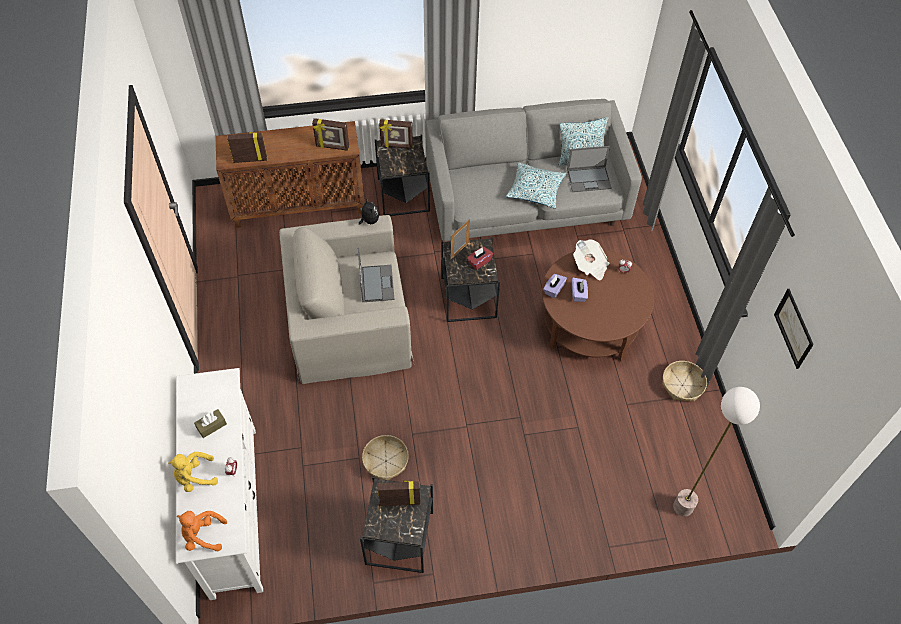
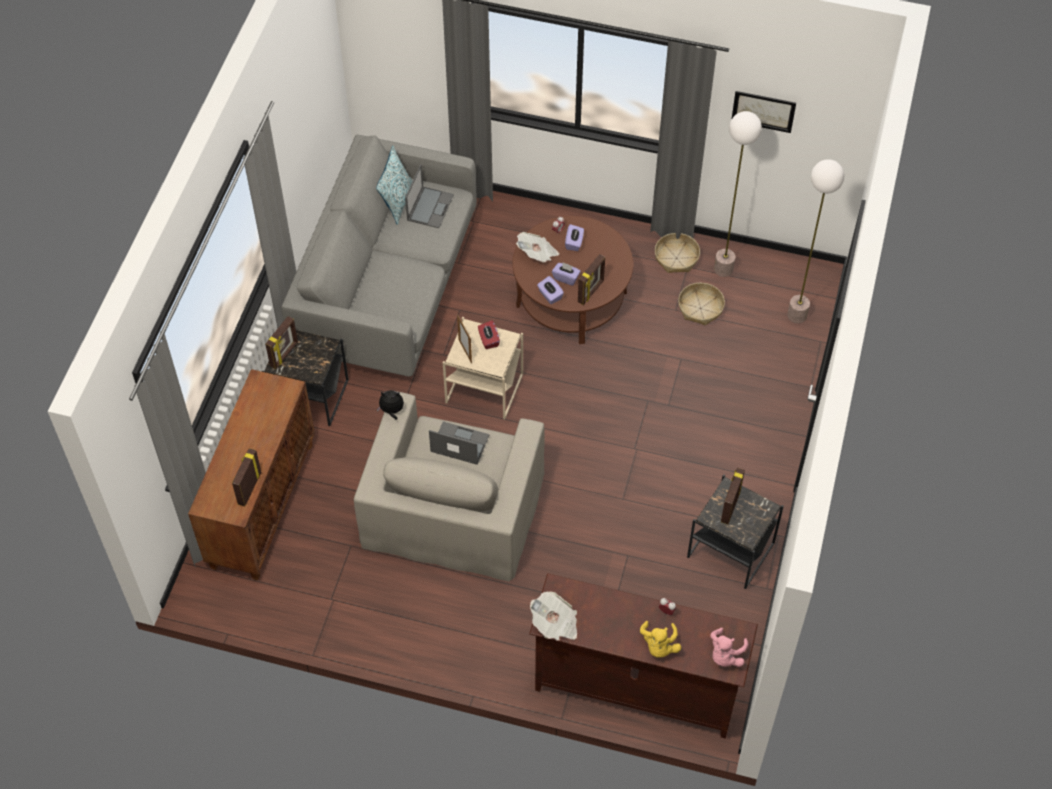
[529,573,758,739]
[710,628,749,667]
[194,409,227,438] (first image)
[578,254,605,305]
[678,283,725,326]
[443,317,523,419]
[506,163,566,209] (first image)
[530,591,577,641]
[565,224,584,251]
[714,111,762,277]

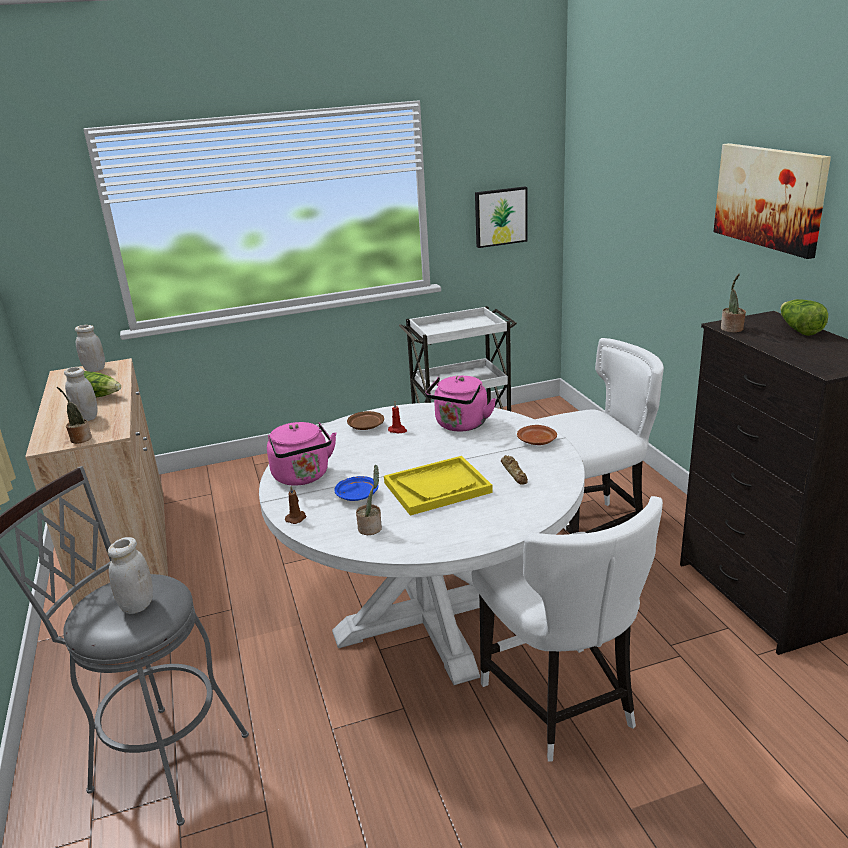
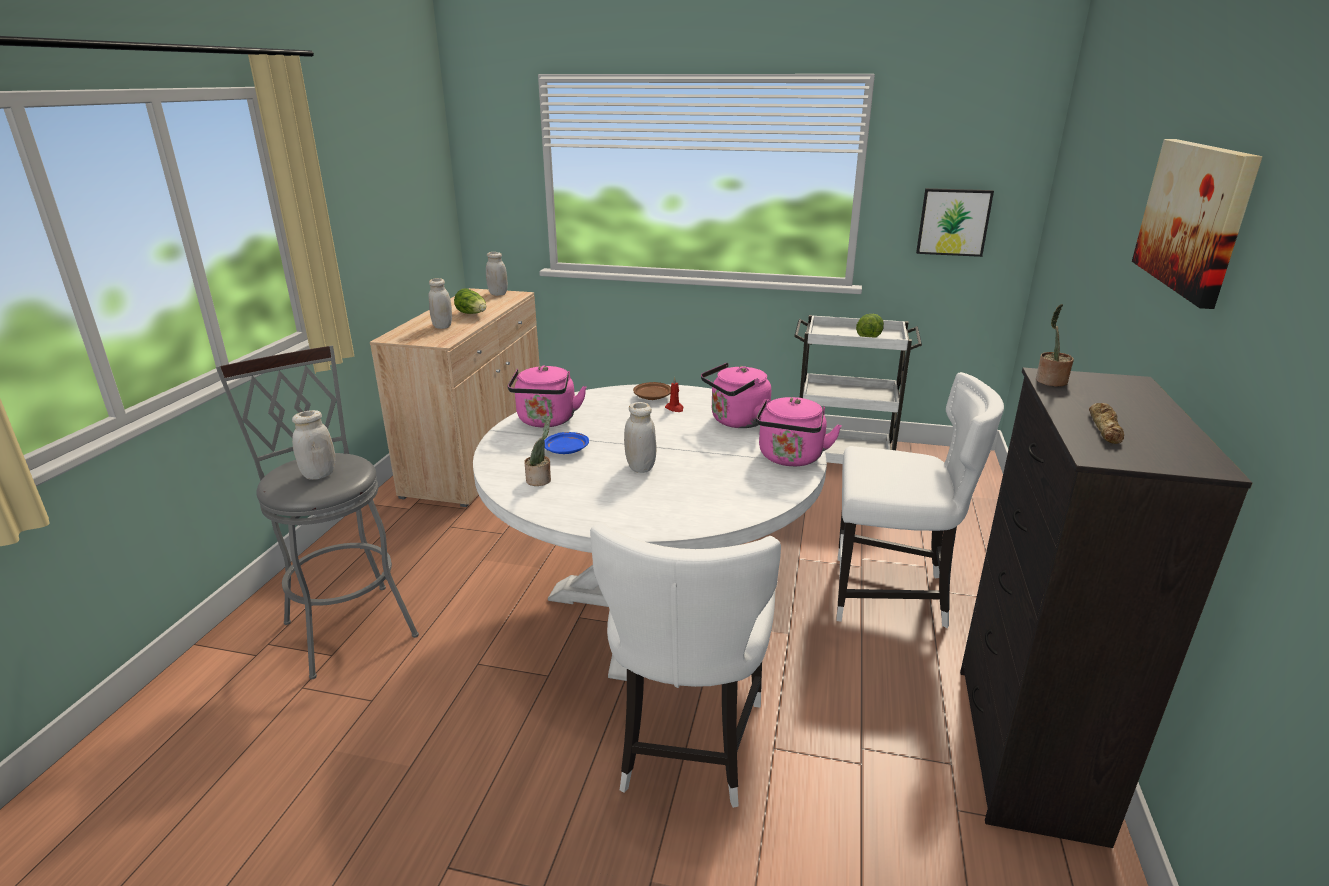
[57,387,92,444] (first image)
[285,486,306,524] (first image)
[624,402,656,473]
[1089,403,1124,444]
[756,397,842,466]
[856,314,884,338]

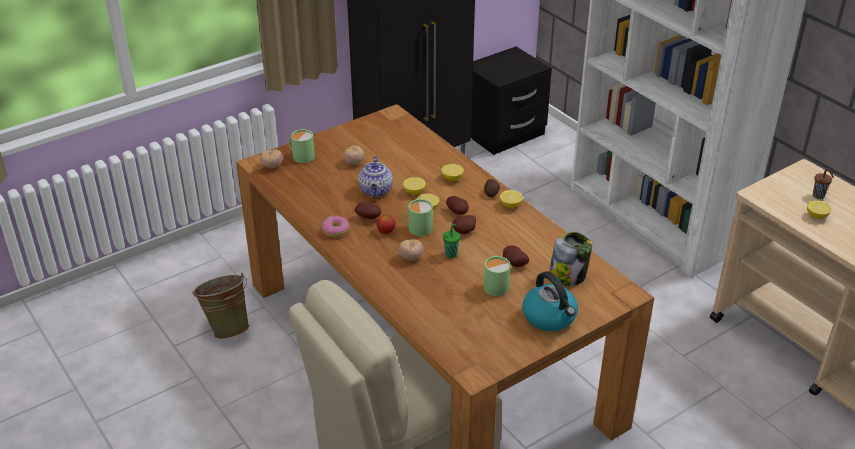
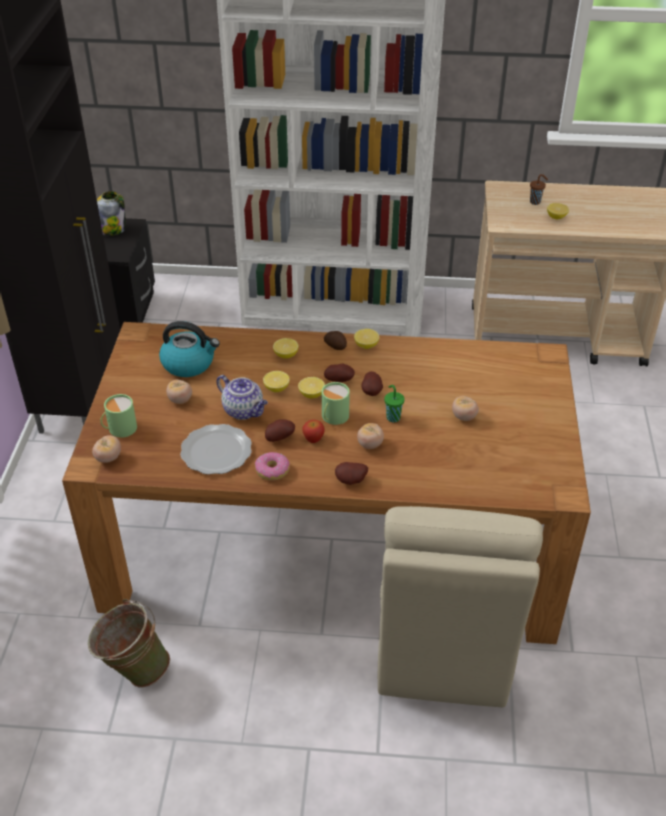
[452,396,479,421]
[335,462,368,485]
[159,321,220,377]
[97,191,126,236]
[180,424,252,475]

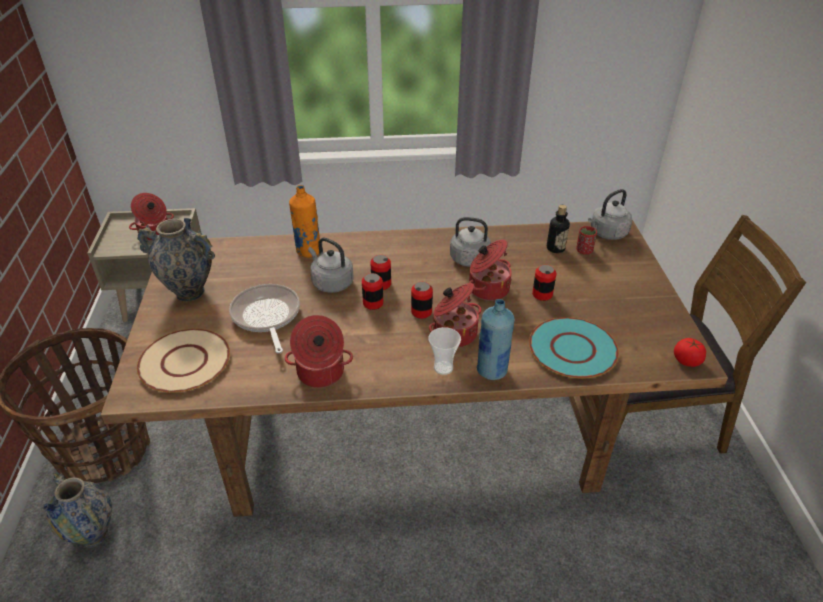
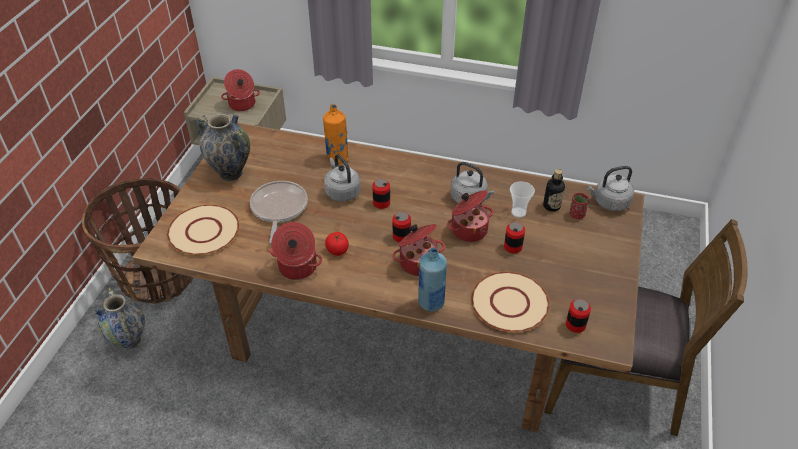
[566,299,591,333]
[510,181,535,218]
[471,272,550,332]
[325,232,349,256]

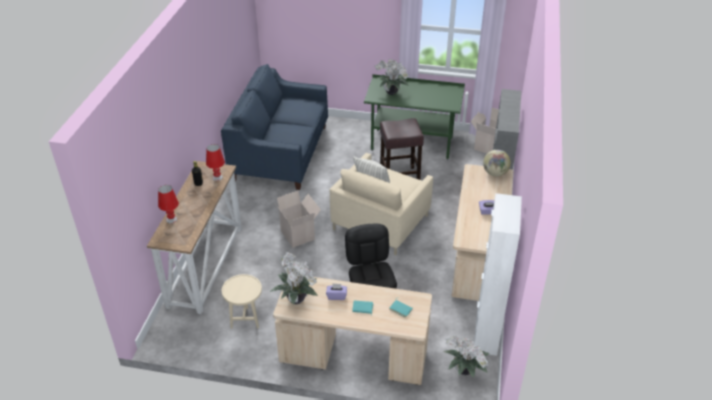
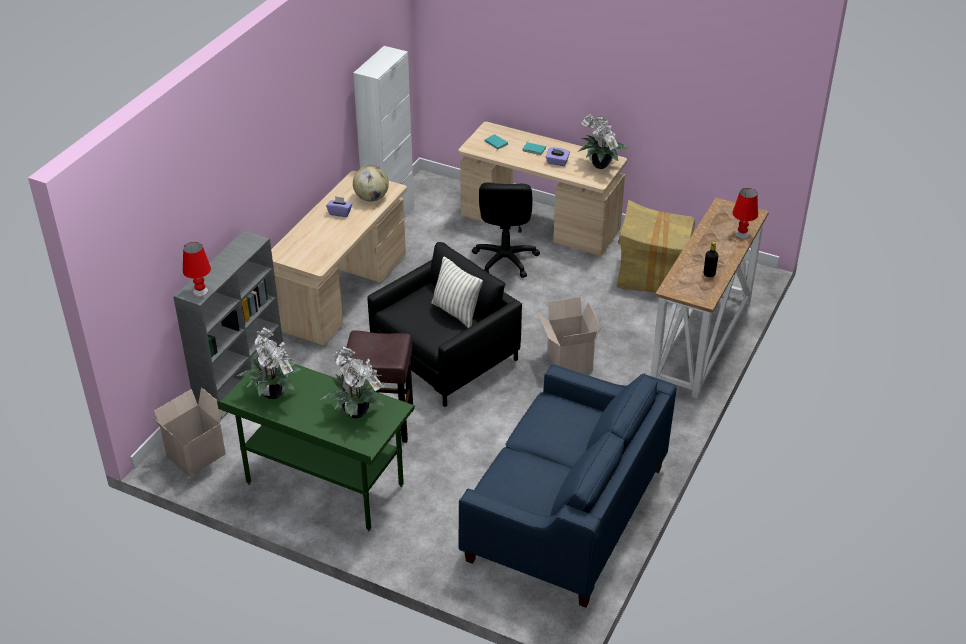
[183,242,211,297]
[617,200,695,293]
[367,242,522,407]
[237,327,301,399]
[353,165,389,202]

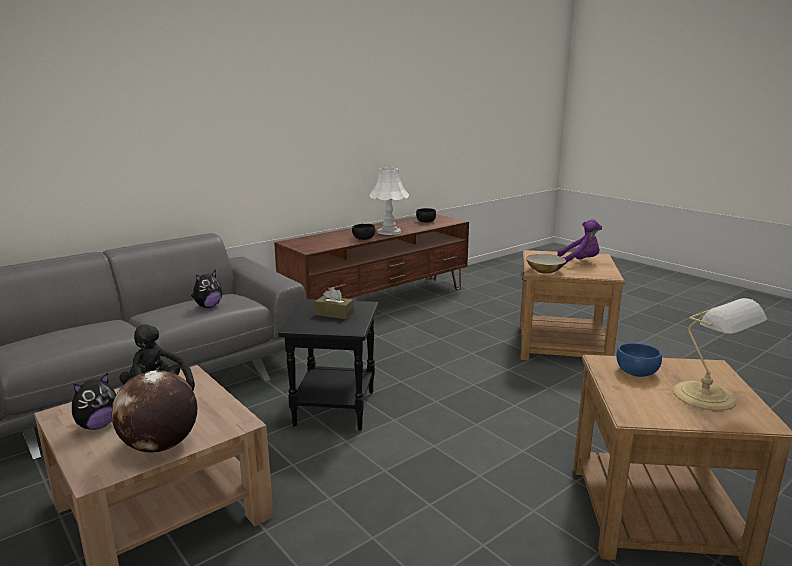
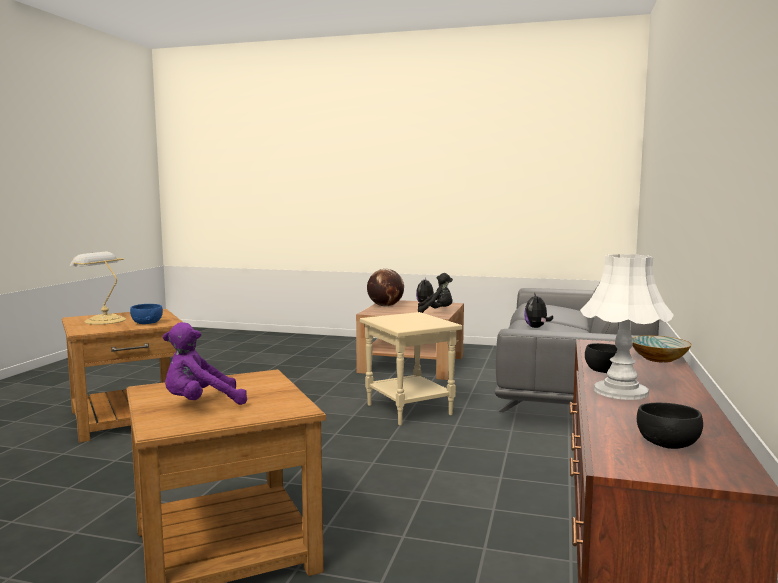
[360,312,462,426]
[315,287,354,319] (first image)
[632,335,692,363]

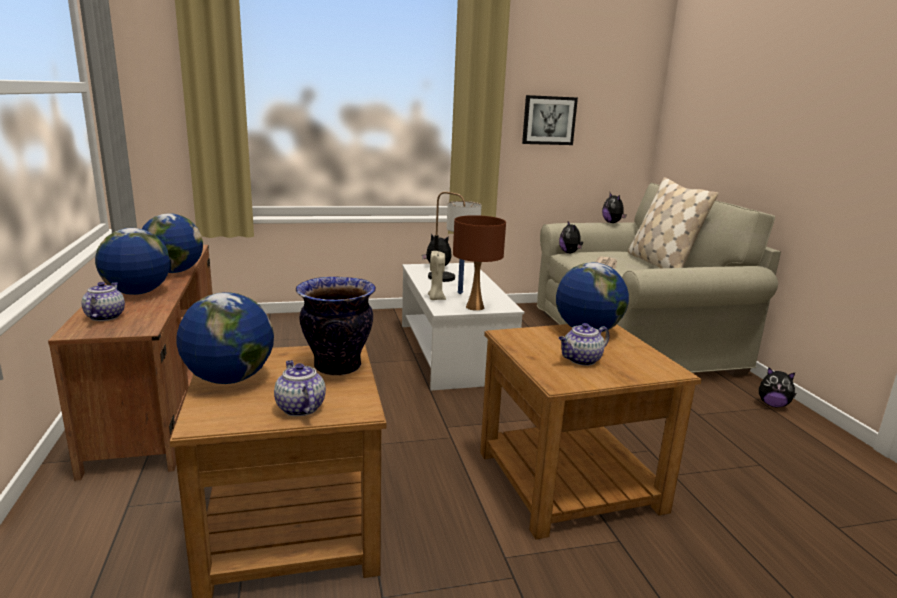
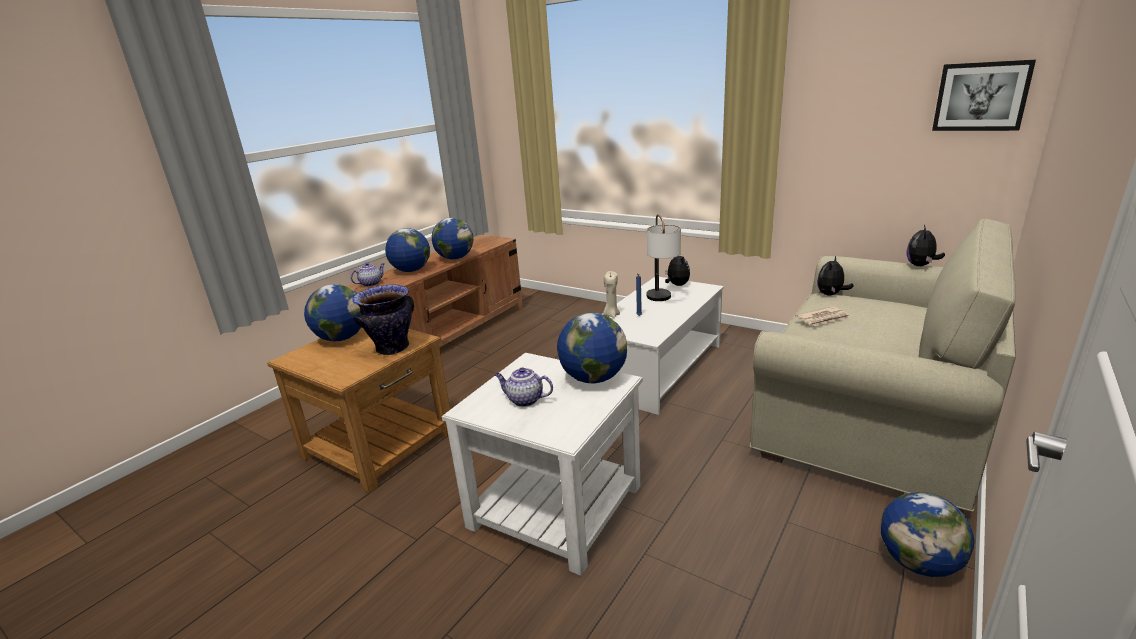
[274,360,326,416] (first image)
[453,215,506,311] (first image)
[442,353,643,576]
[932,60,1036,131]
[628,177,719,268] (first image)
[881,492,975,577]

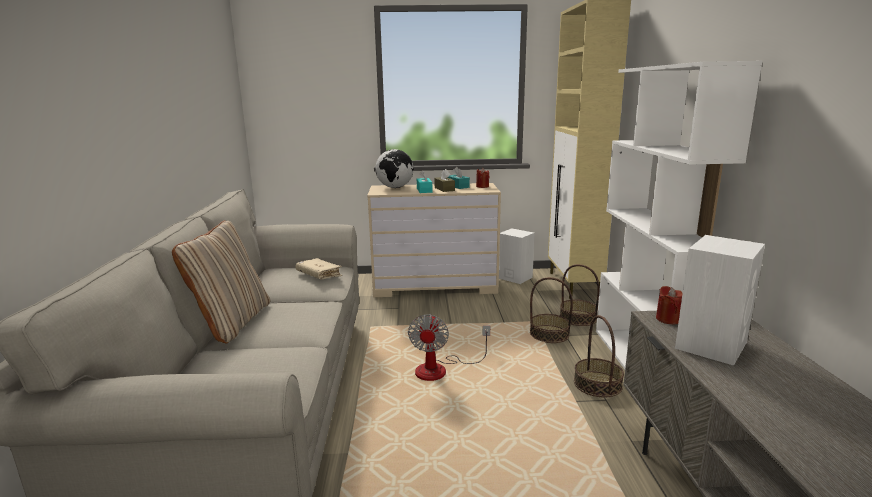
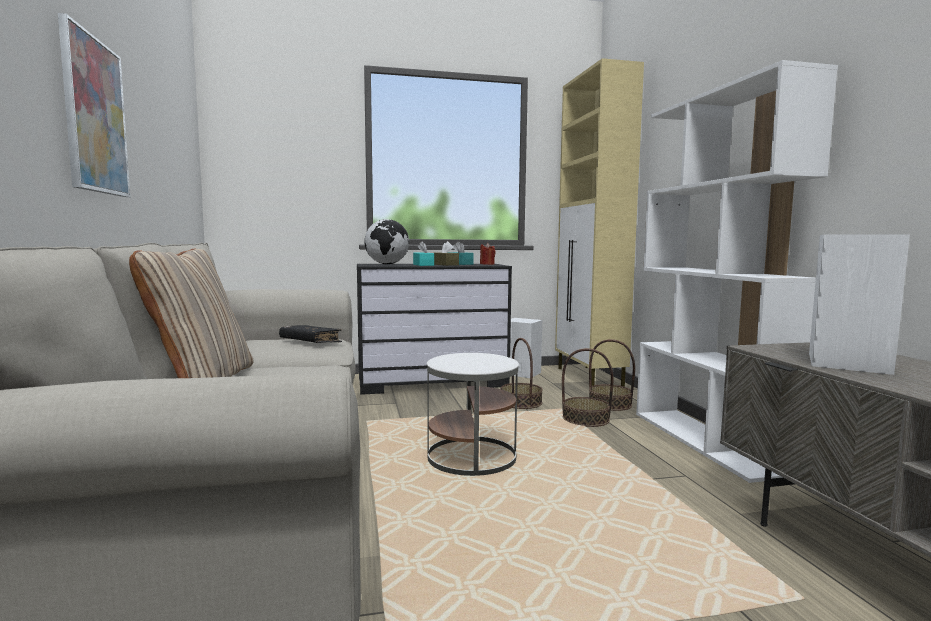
[279,325,342,343]
[357,264,512,395]
[427,353,519,476]
[500,338,543,409]
[656,286,683,325] (first image)
[58,13,130,197]

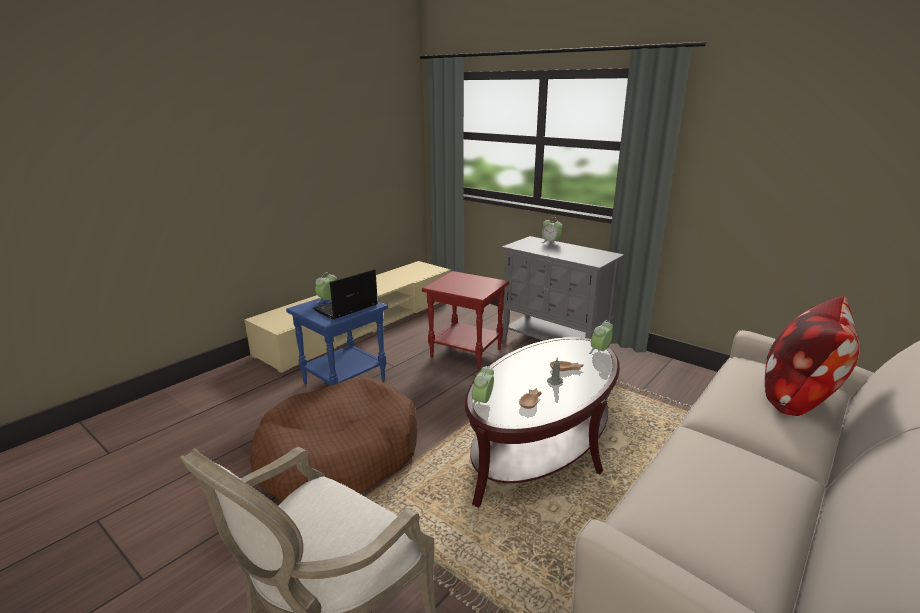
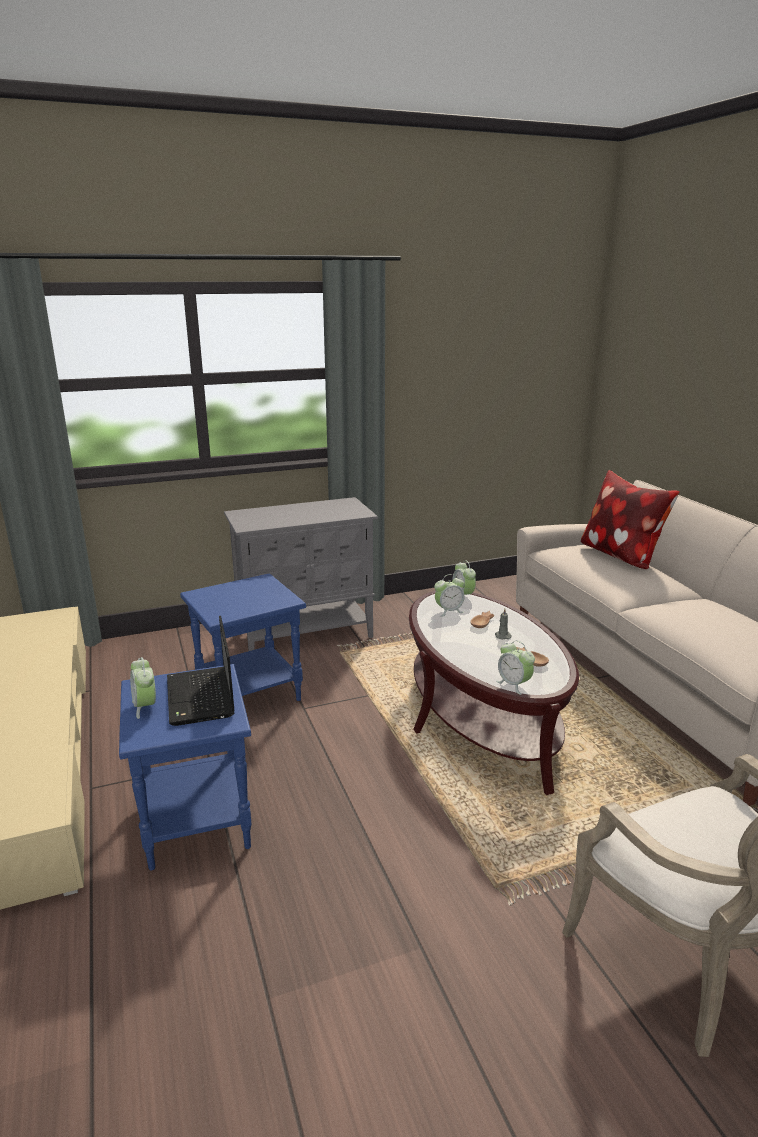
[250,377,418,502] (first image)
[180,573,306,701]
[434,574,465,617]

